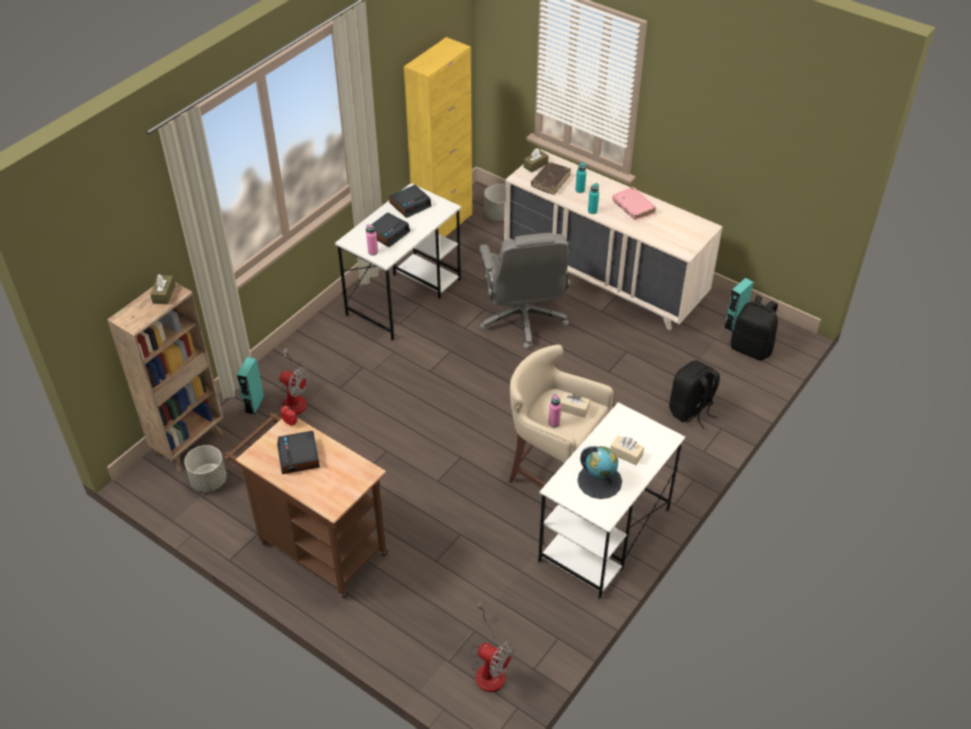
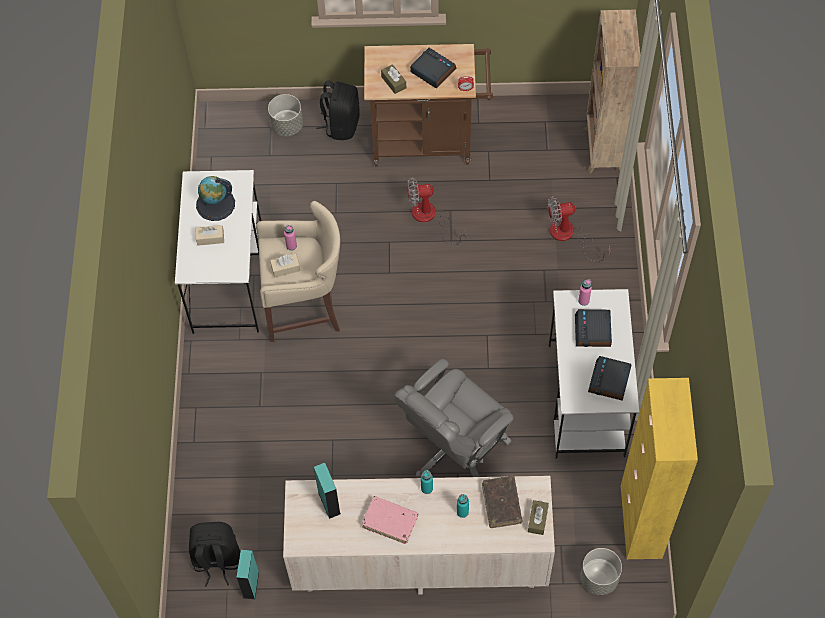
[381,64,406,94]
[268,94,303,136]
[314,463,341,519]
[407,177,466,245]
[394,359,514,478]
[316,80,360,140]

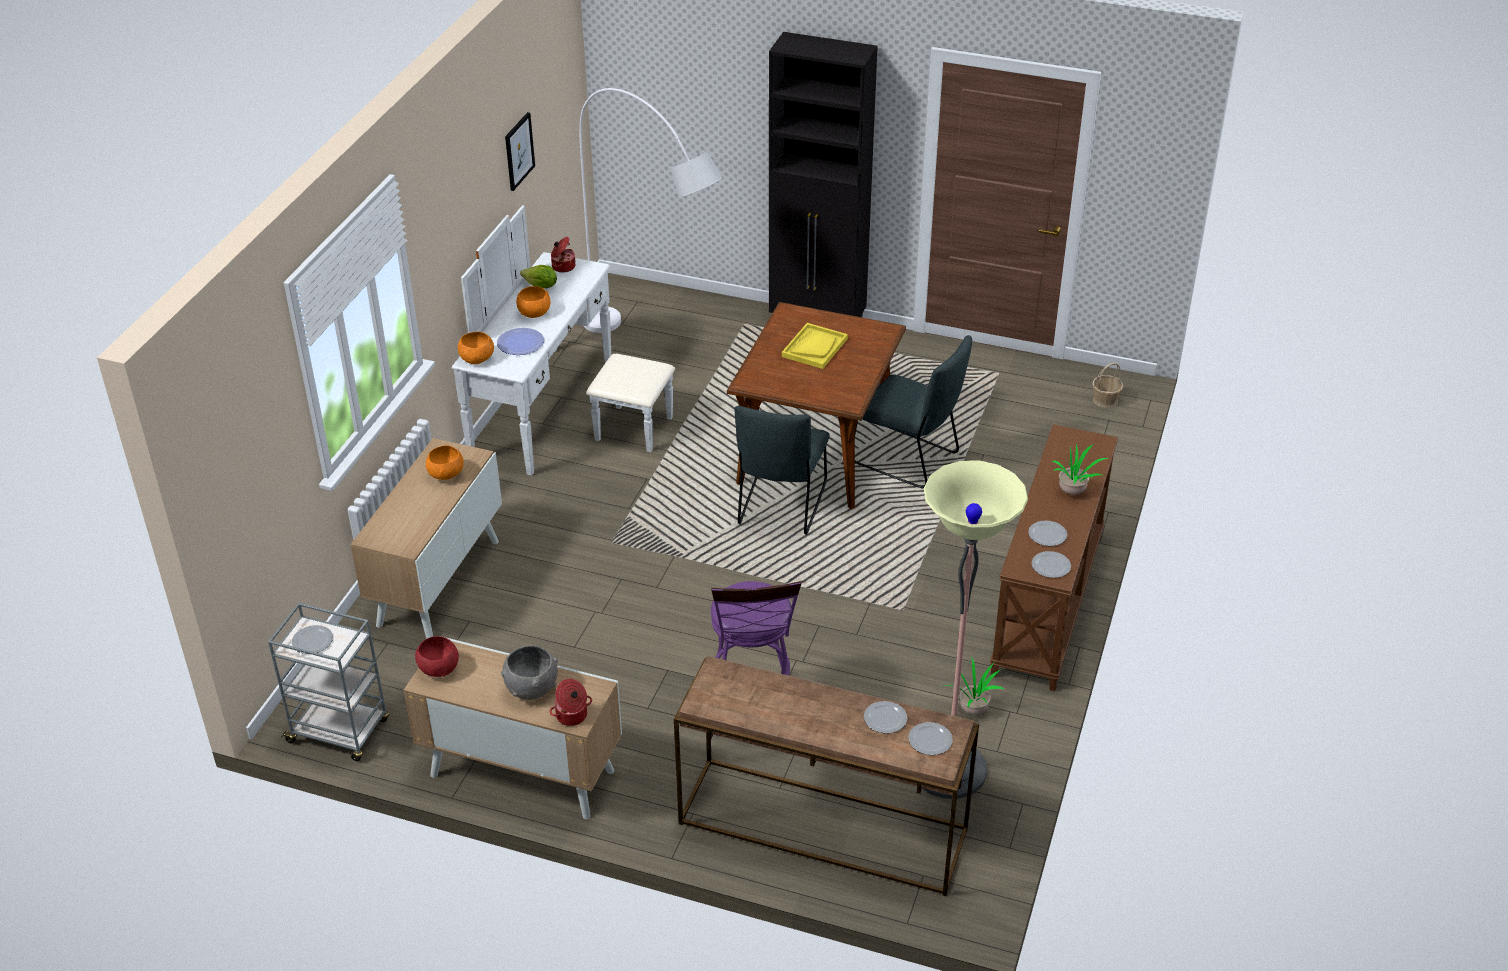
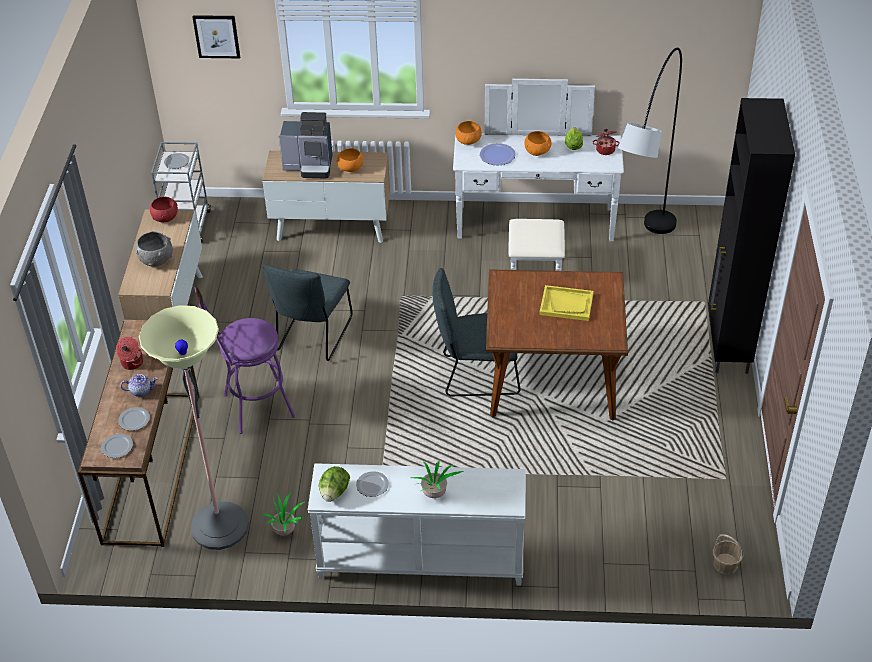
[193,15,240,58]
[116,336,143,370]
[618,48,682,234]
[263,265,353,361]
[308,463,526,586]
[319,466,350,502]
[120,374,158,397]
[279,112,333,179]

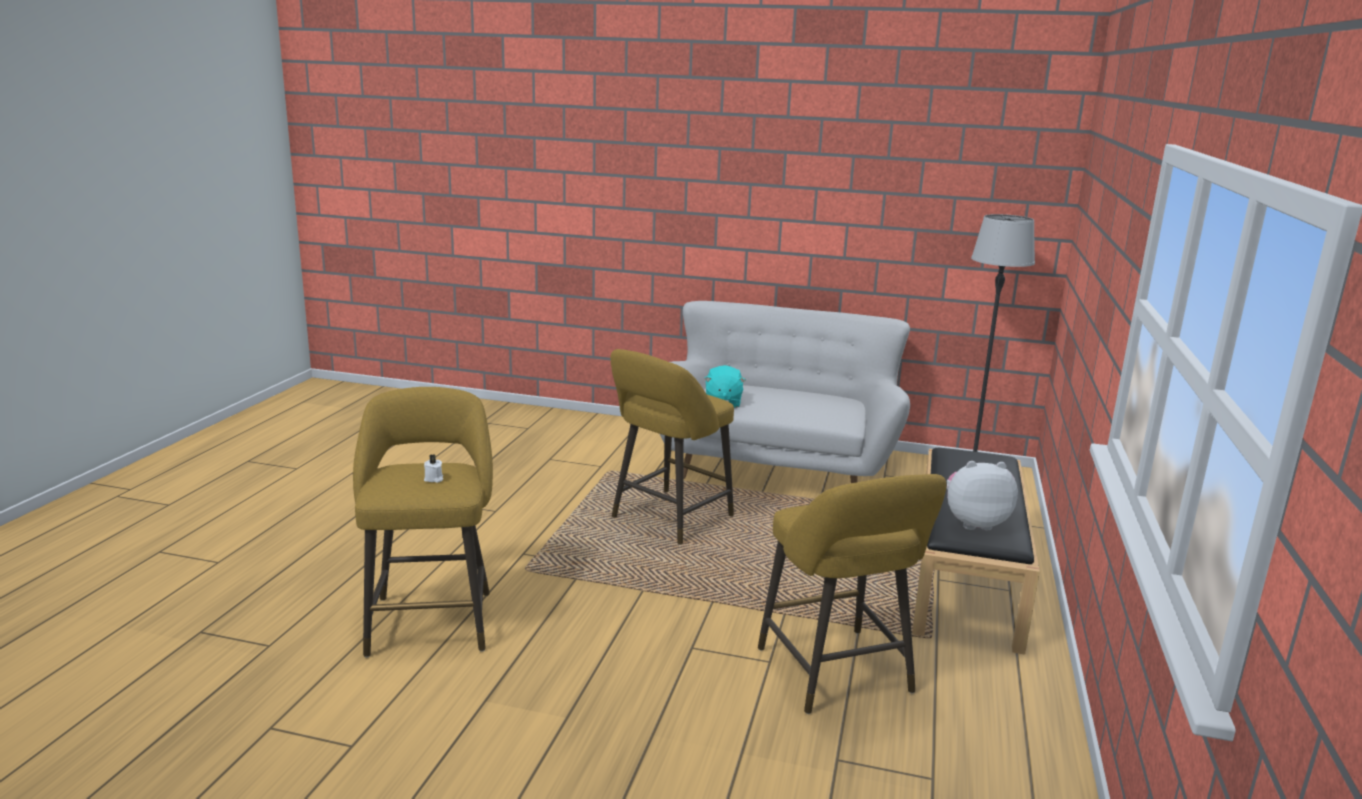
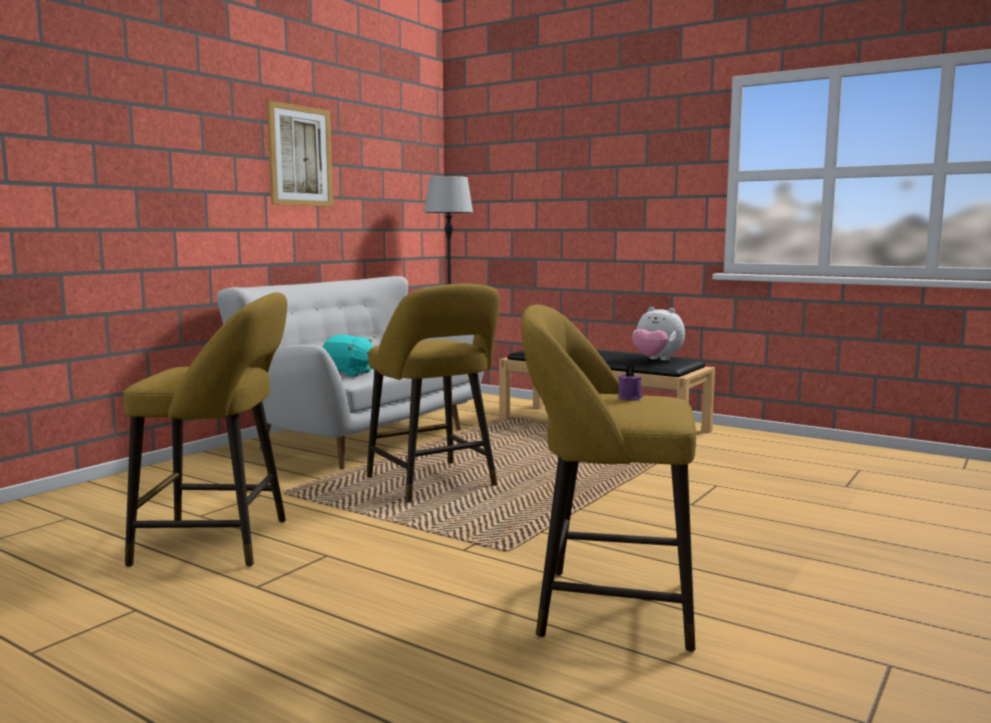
[618,365,643,401]
[123,292,287,567]
[632,307,685,361]
[267,100,333,207]

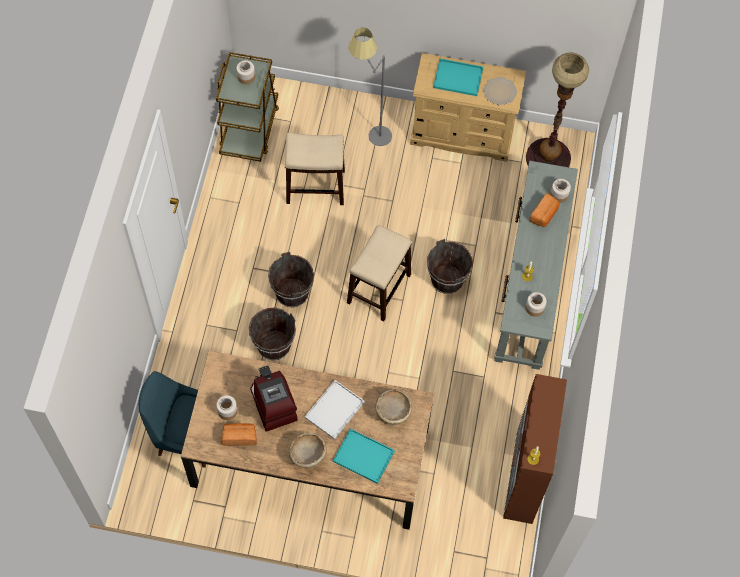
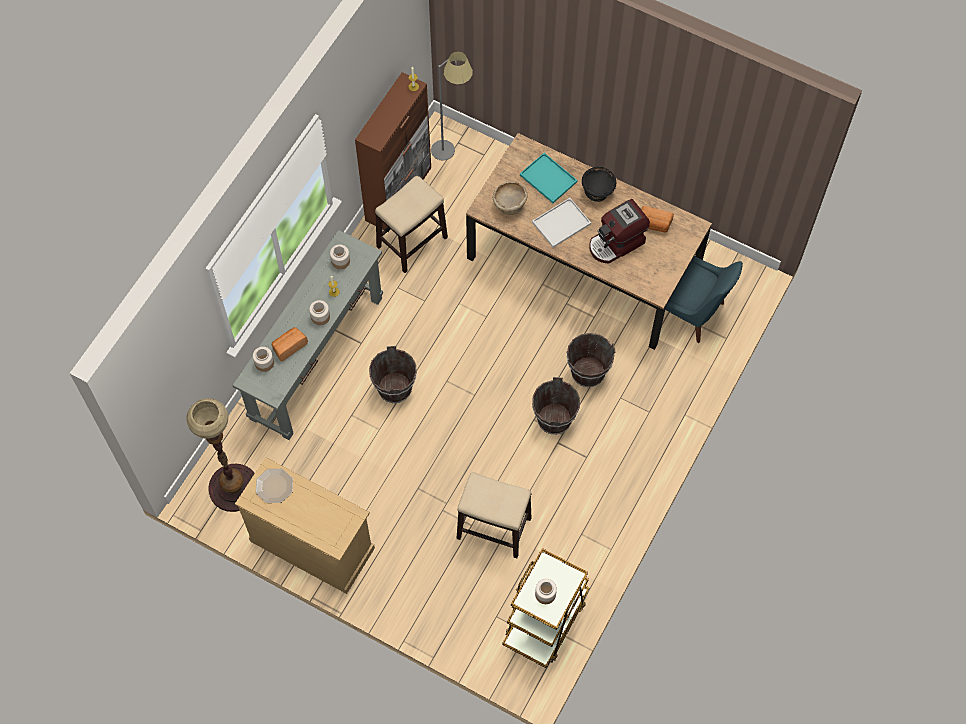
[309,300,330,325]
[589,199,650,264]
[582,167,616,202]
[375,176,448,273]
[431,51,473,161]
[433,59,483,96] (first image)

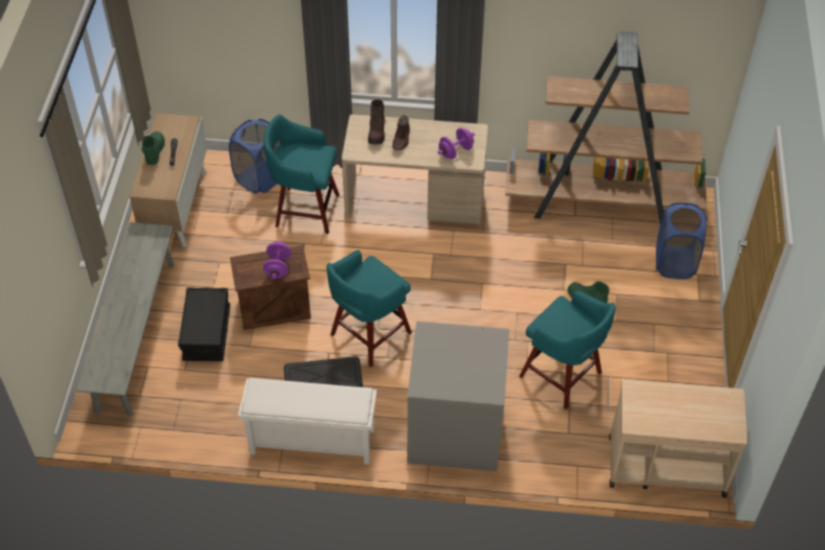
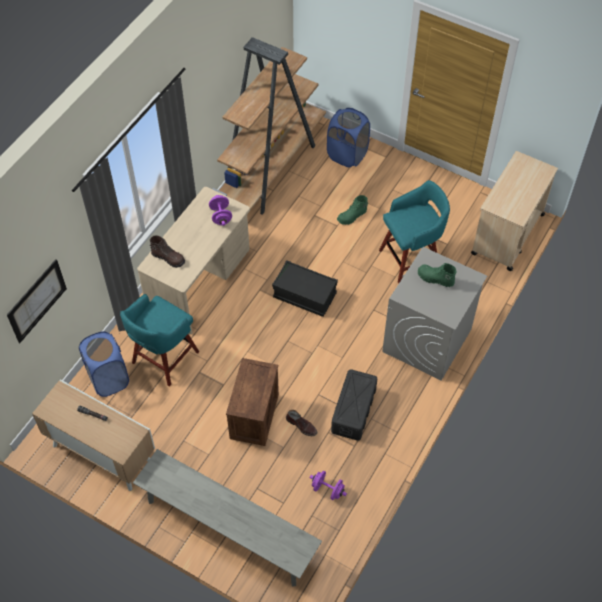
[418,263,456,287]
[272,260,338,317]
[238,378,377,465] (first image)
[310,471,347,500]
[327,250,412,367] (first image)
[286,410,317,436]
[7,259,67,343]

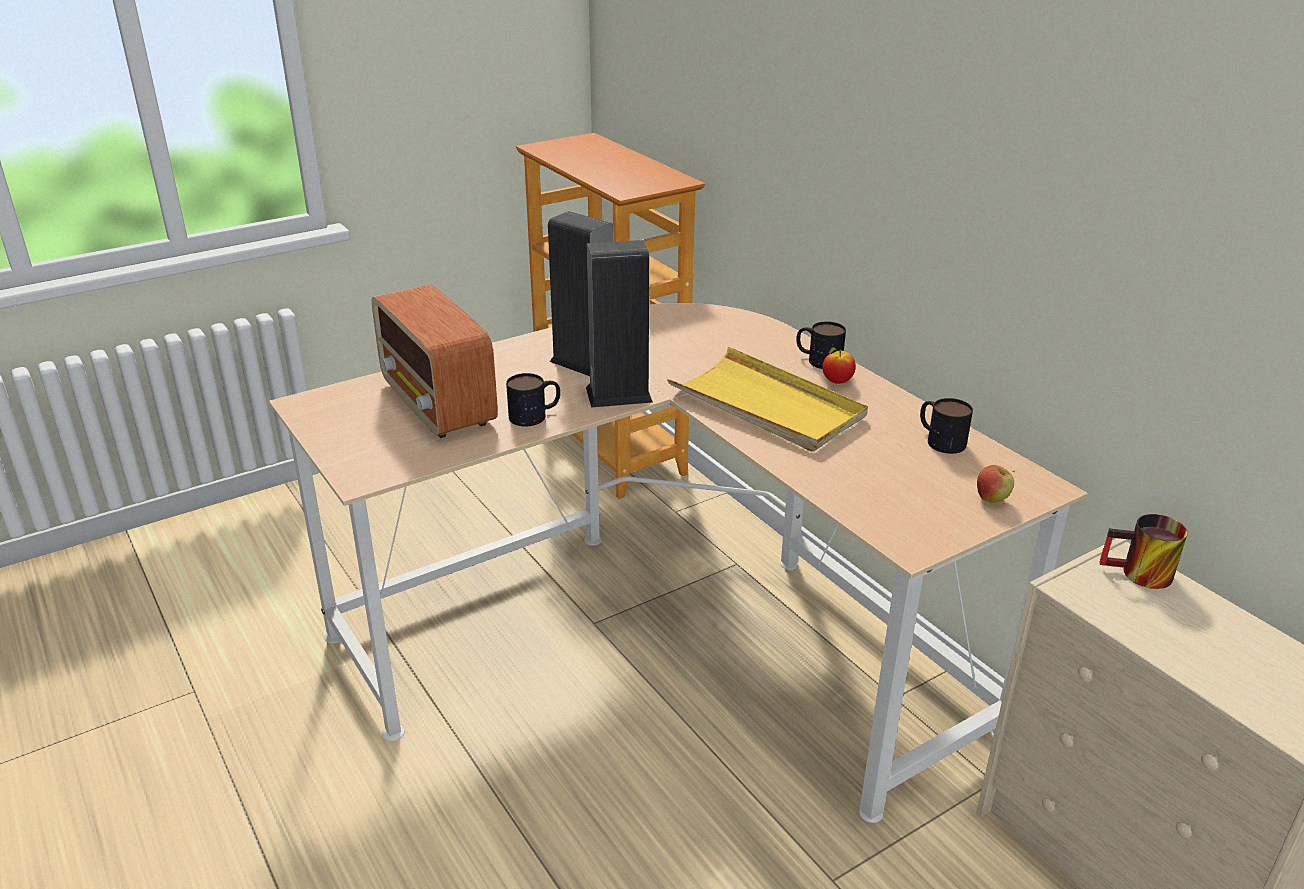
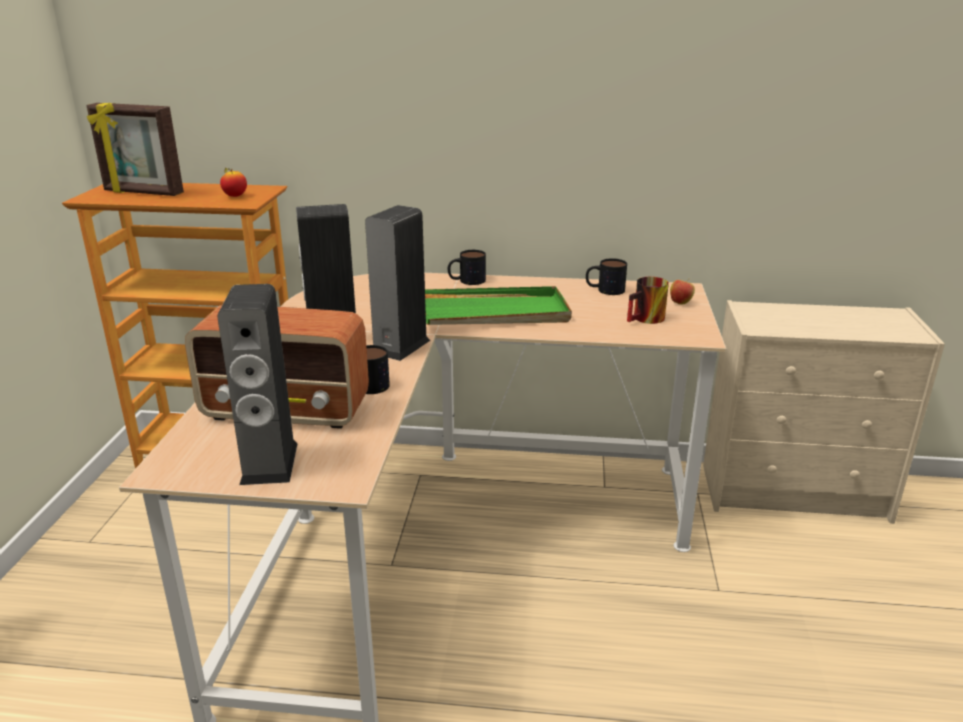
[425,286,572,325]
[220,168,247,197]
[627,277,669,324]
[86,102,184,196]
[217,284,297,485]

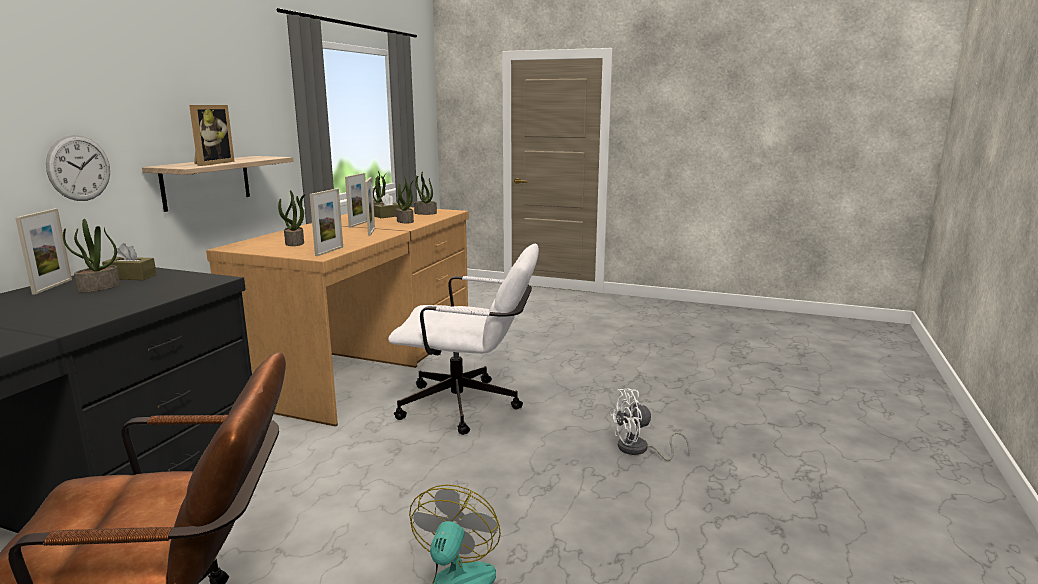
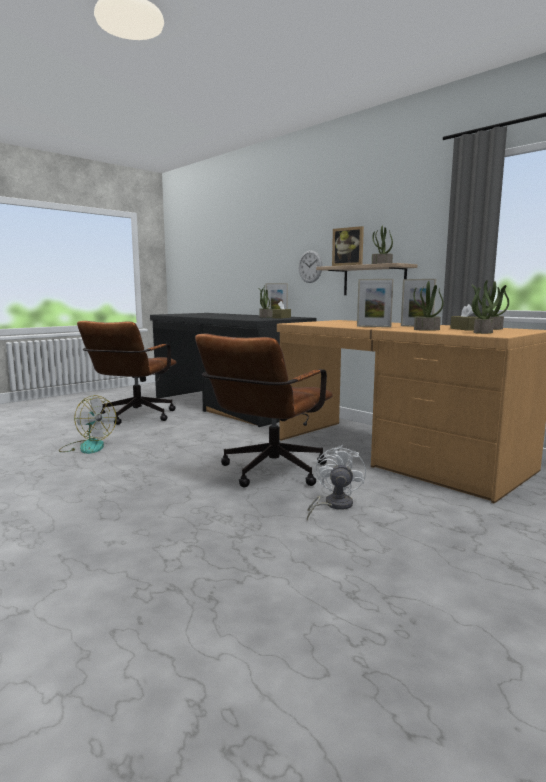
[372,225,393,264]
[310,189,343,256] (first image)
[195,334,333,487]
[307,445,366,520]

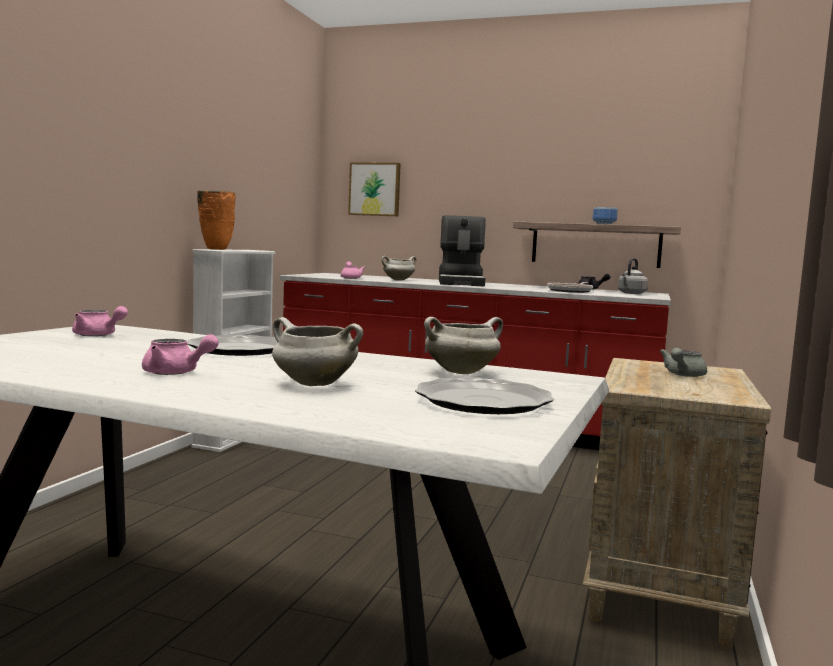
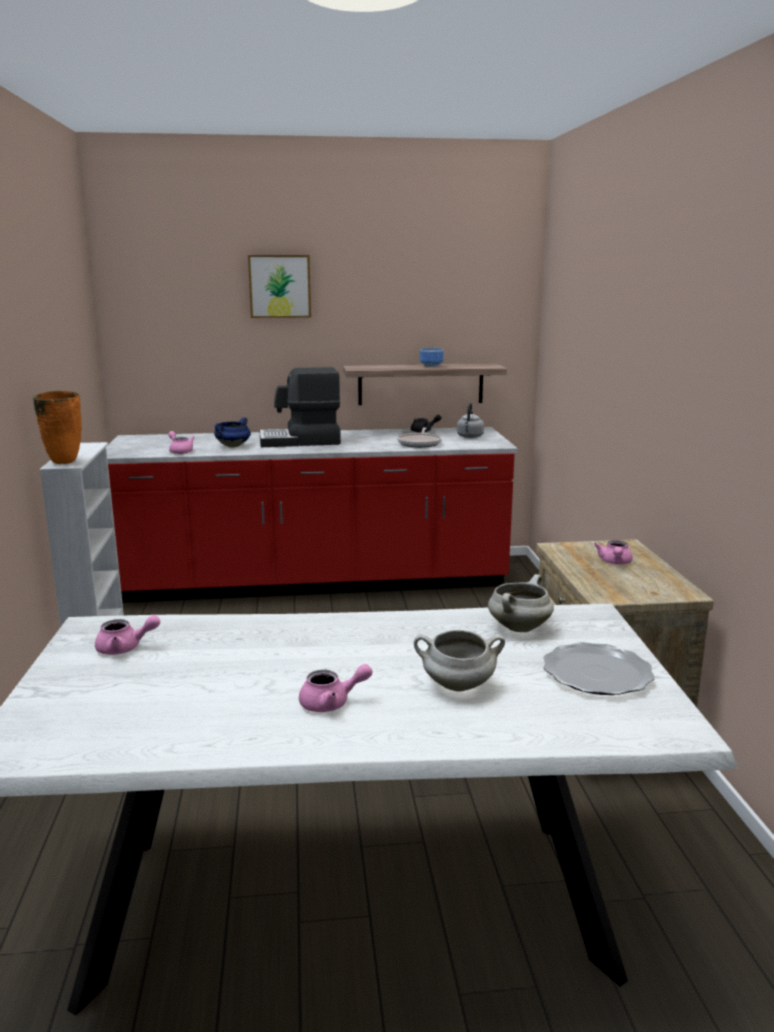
[187,335,278,356] (first image)
[248,255,311,318]
[214,417,251,448]
[260,367,341,447]
[594,540,633,565]

